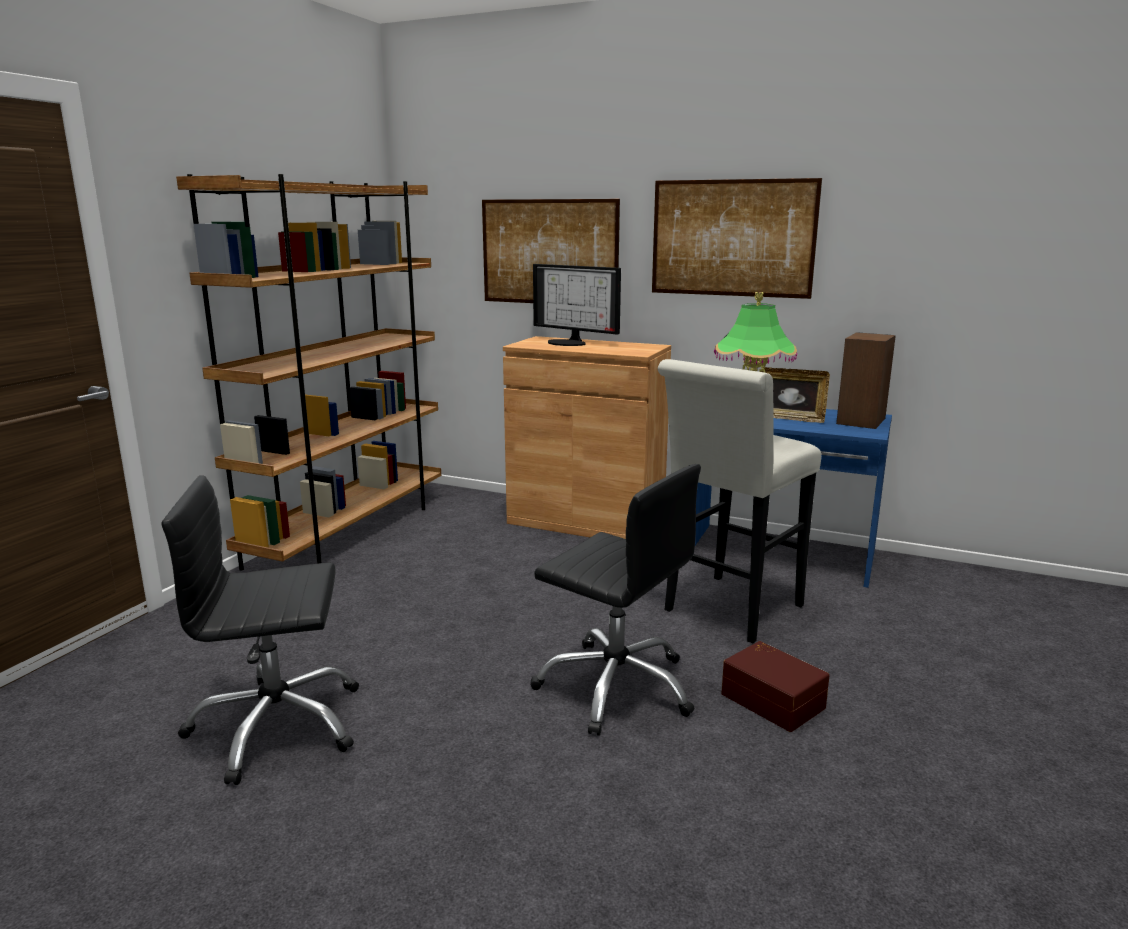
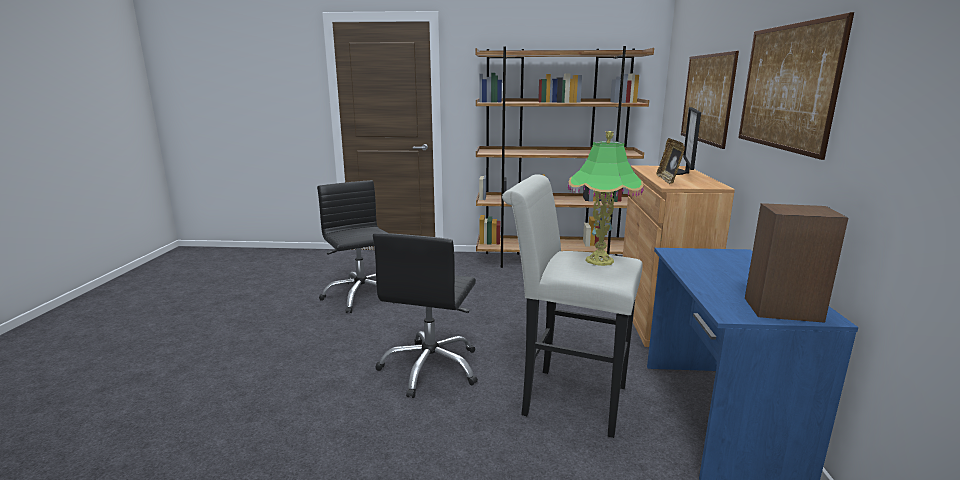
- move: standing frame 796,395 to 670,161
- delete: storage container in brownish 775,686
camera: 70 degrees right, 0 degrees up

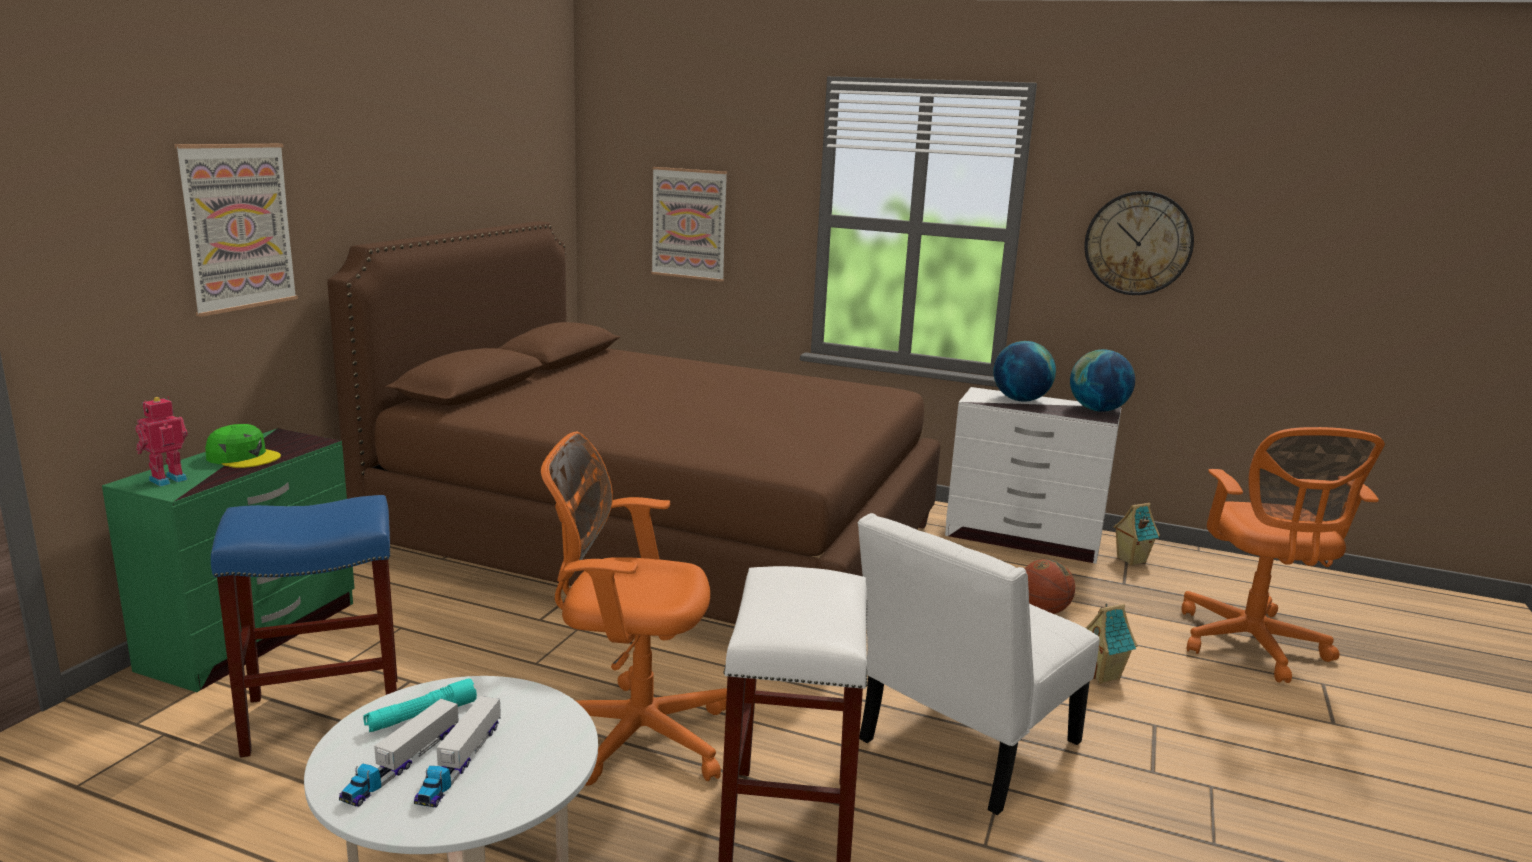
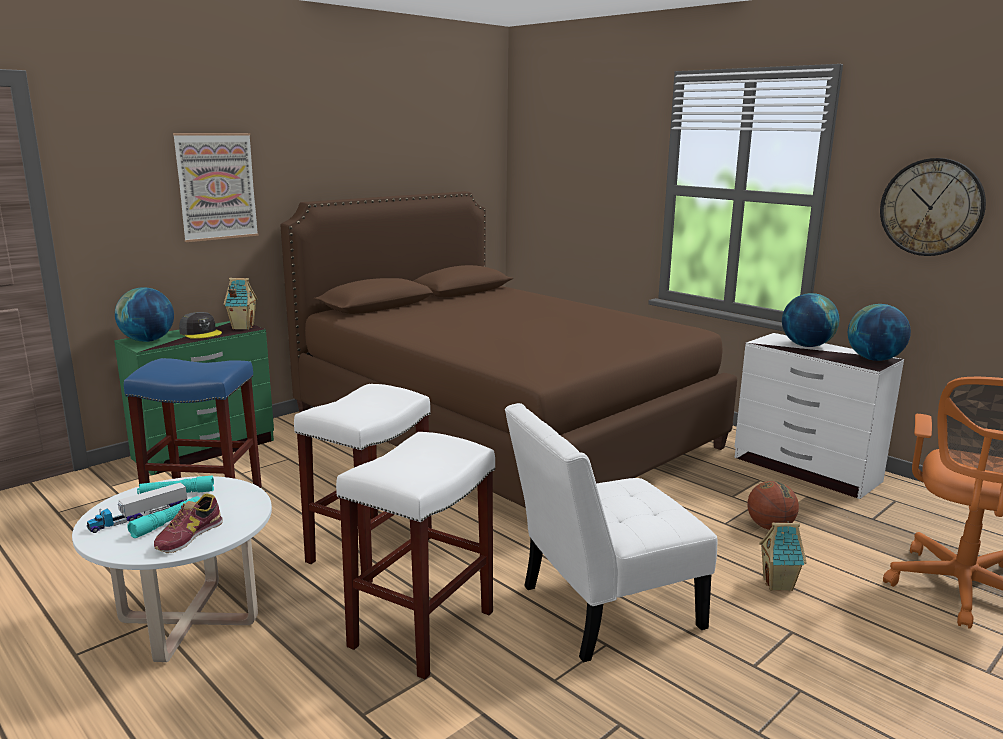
- delete: picture 689,224
- replace: model robot 161,441 to world globe 144,314
- recolor: peaked cap in greenish 243,446 to peaked cap in greyish 200,325
- replace: desk chair in orangey 634,609 to sitting stool in white 363,483
- move: model house 1136,534 to 240,304
- replace: toy truck 457,751 to torch in turquoise-coloured 163,517
- insert: shoe 188,523
camera: 25 degrees right, 0 degrees up

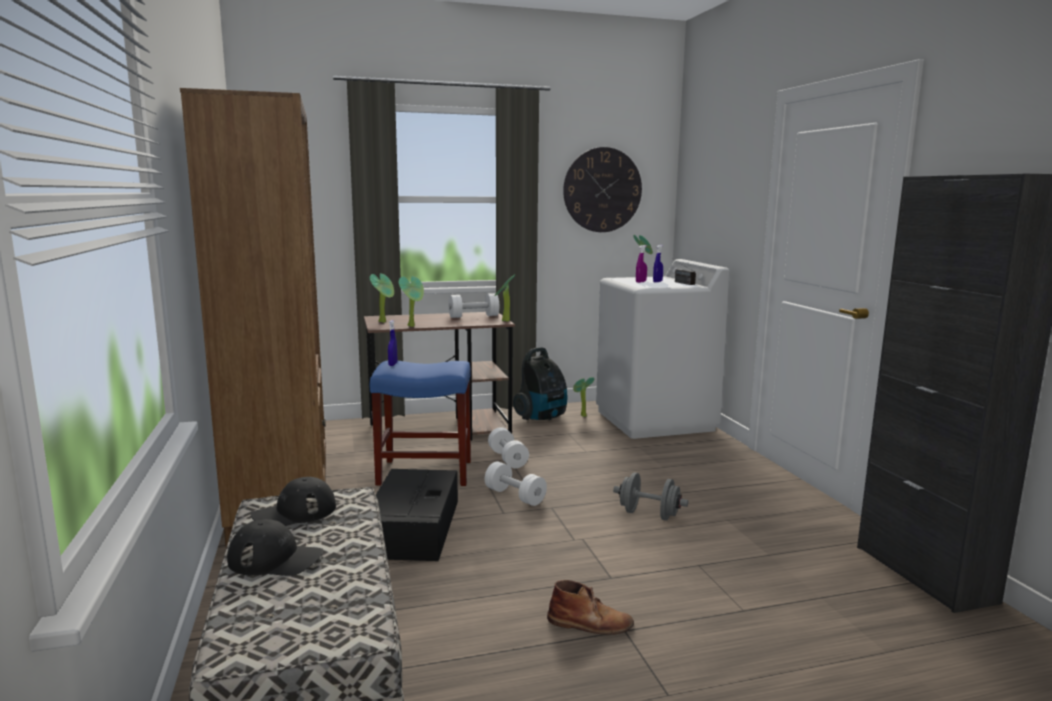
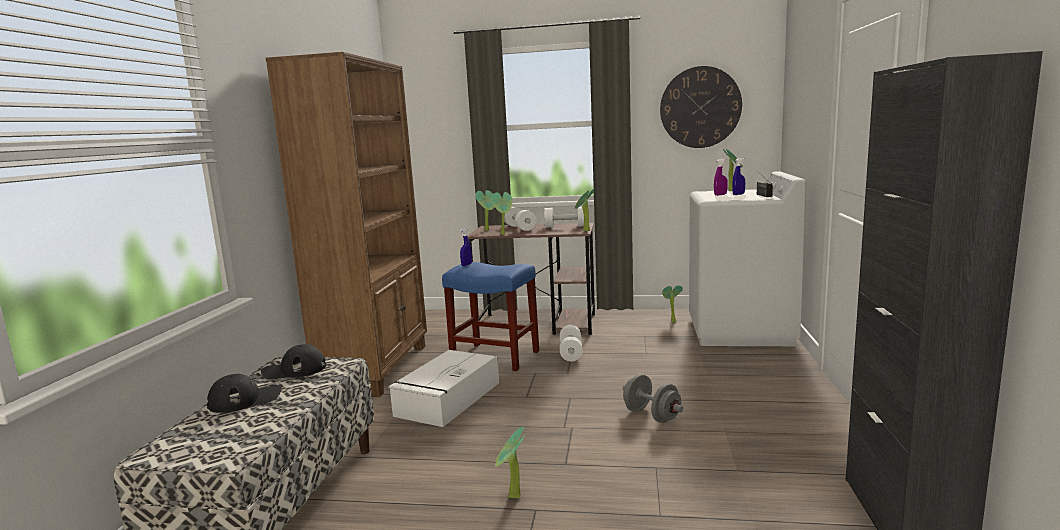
- delete: hoover 540,383
- move: dumbbell in white 516,483 to 520,219
- recolor: storage container in black 417,515 to storage container in white 443,388
- rotate: peaked cap in black 275,547 = 244,393 60 degrees counterclockwise
- replace: boot in brownish 590,607 to potted plant 509,463
camera: 25 degrees right, 0 degrees up

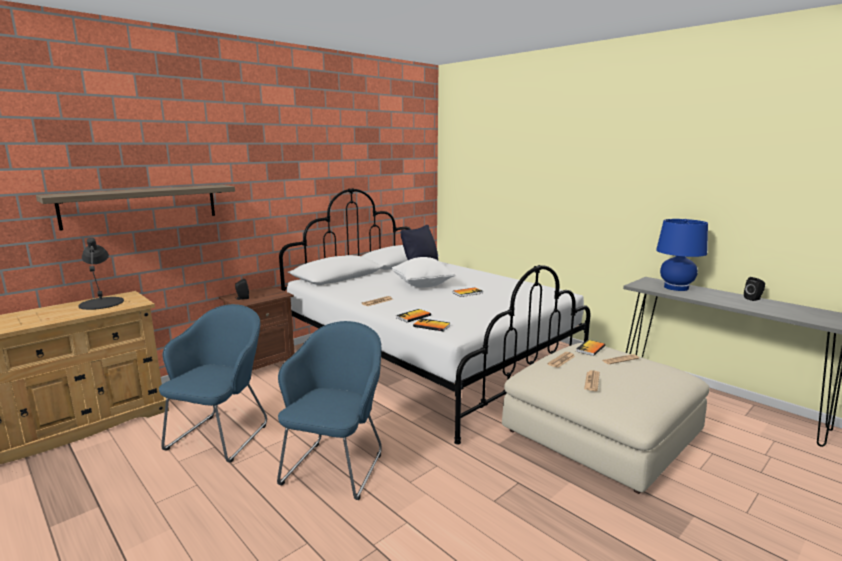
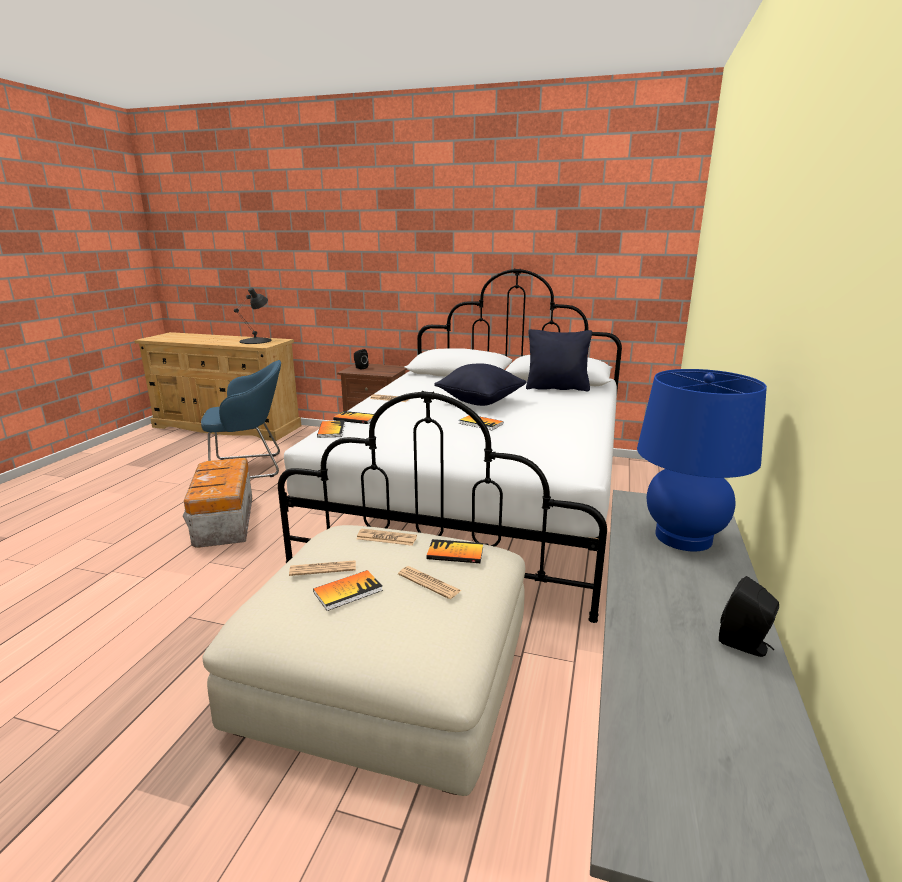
- delete: bracket shelf 135,208
- recolor: cushion in white 423,272 to cushion in black 480,385
- replace: easy chair in blue 329,410 to storage container 217,503
- insert: bound book 348,590
camera: 60 degrees right, 5 degrees up

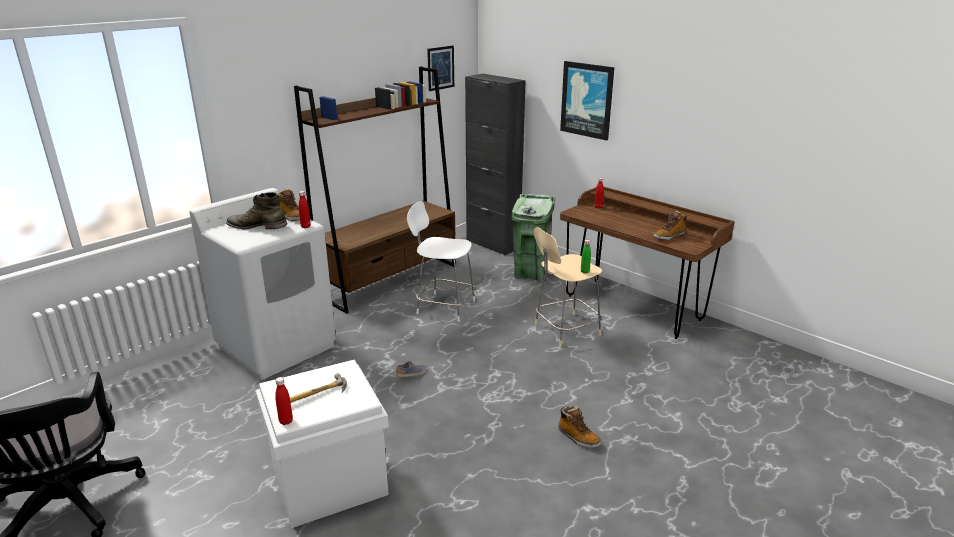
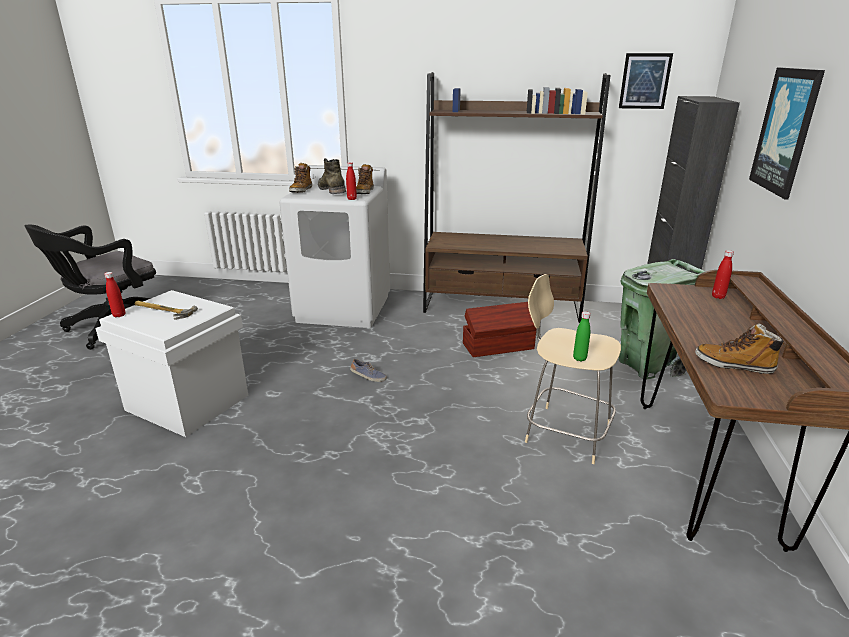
- replace: sitting stool in white 441,261 to storage container in brownish 499,329
- move: boot 579,427 to 300,178
camera: 55 degrees right, 0 degrees up

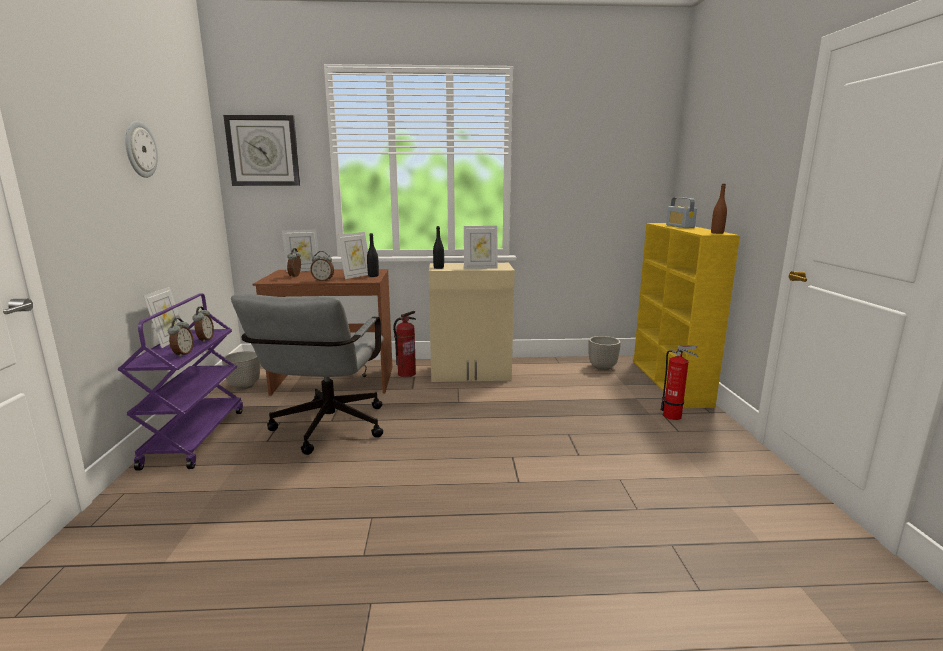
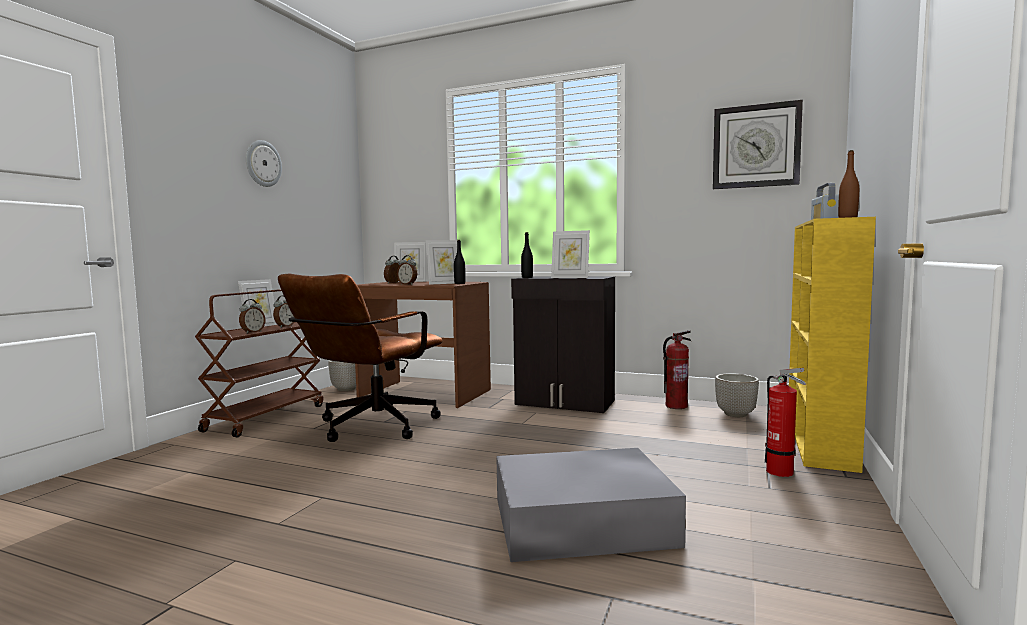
- move: clock on the wall 261,150 to 758,144
- recolor: cupboard in sand-coloured 472,322 to cupboard in black 563,344
- recolor: cart in purple 180,382 to cart in brownish 259,363
- recolor: desk chair in greyish 307,374 to desk chair in brownish 360,358
- move: fire extinguisher 404,344 to 677,369
- insert: storage container in greyish 591,505
camera: 25 degrees right, 10 degrees down

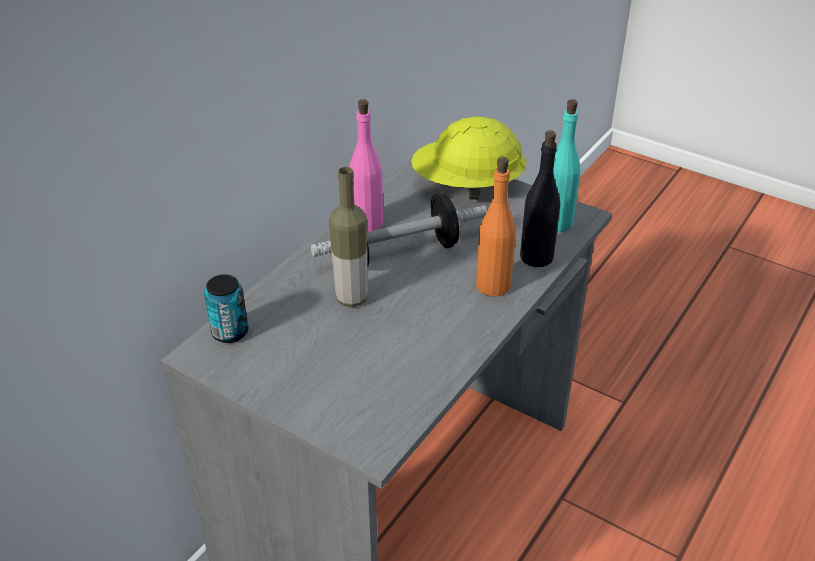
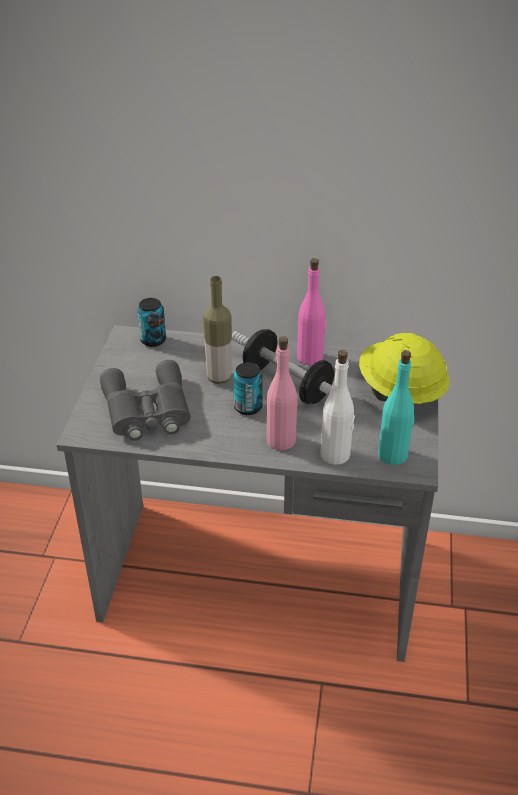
- recolor: beverage bottle in black 540,199 to beverage bottle in white 337,407
- recolor: beverage bottle in orangey 496,227 to beverage bottle in pink-coloured 282,393
- insert: field glasses in greyish 145,400
- insert: sealed can 248,388
camera: 65 degrees right, 0 degrees up

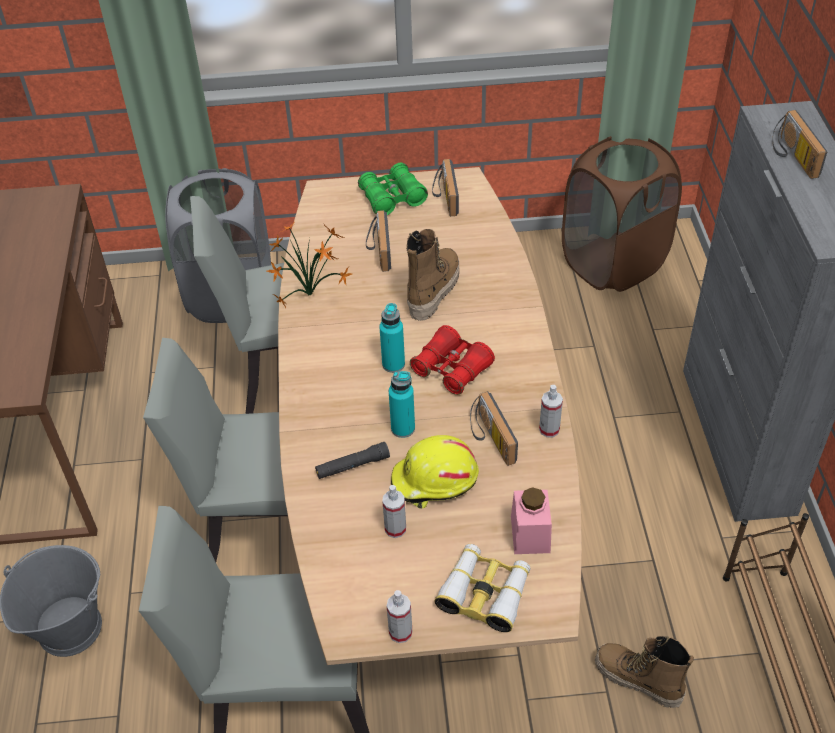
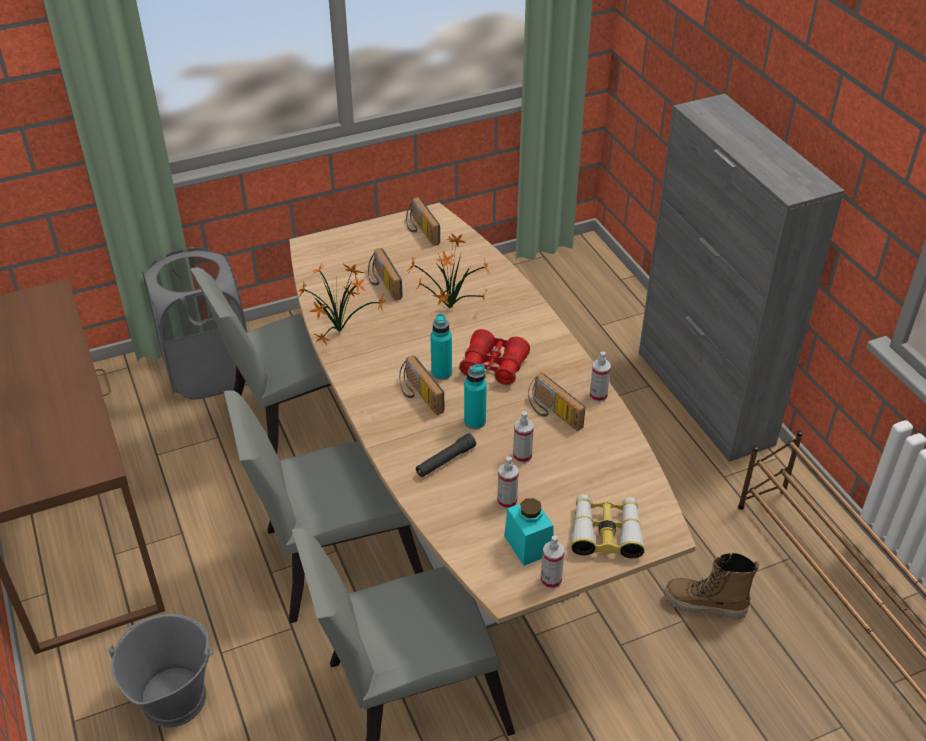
- move: radio receiver 800,144 to 422,385
- delete: washing basket in brownish 622,214
- delete: field glasses in greenish 393,189
- replace: boot 432,275 to potted plant 448,271
- replace: safety helmet in yellowish 435,472 to spray bottle 523,437
- delete: preserve jar in pink-coloured 531,520
- insert: preserve jar in turquoise-coloured 529,532
camera: 20 degrees left, 5 degrees down

